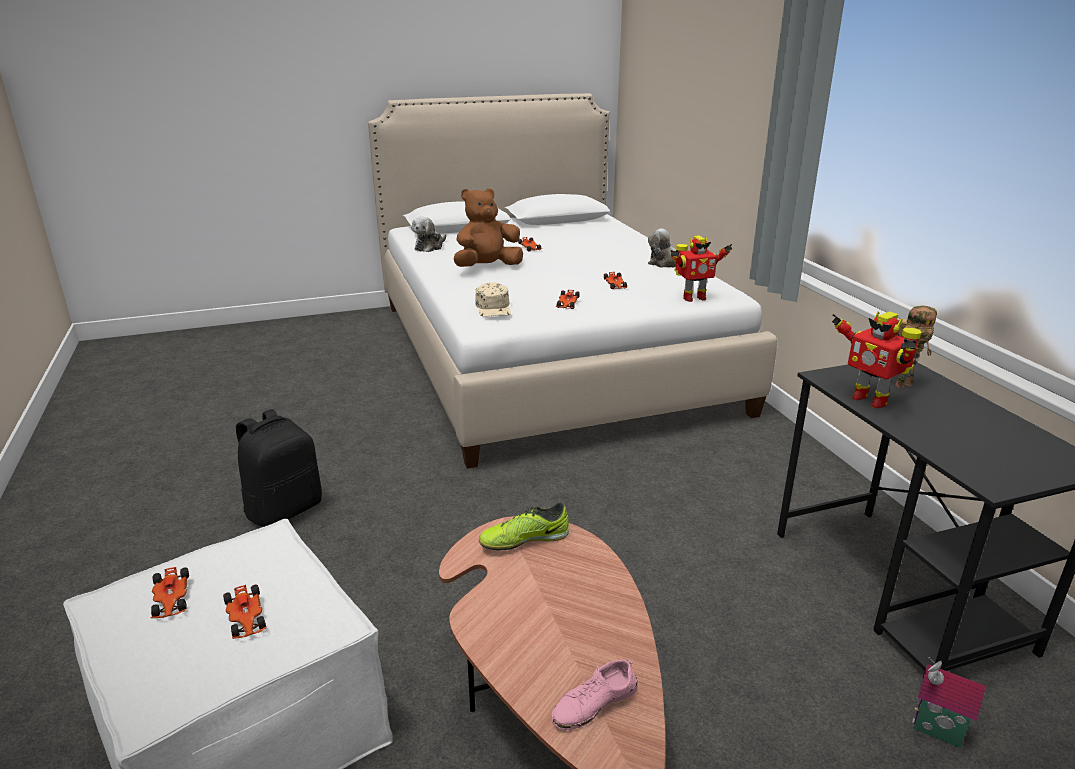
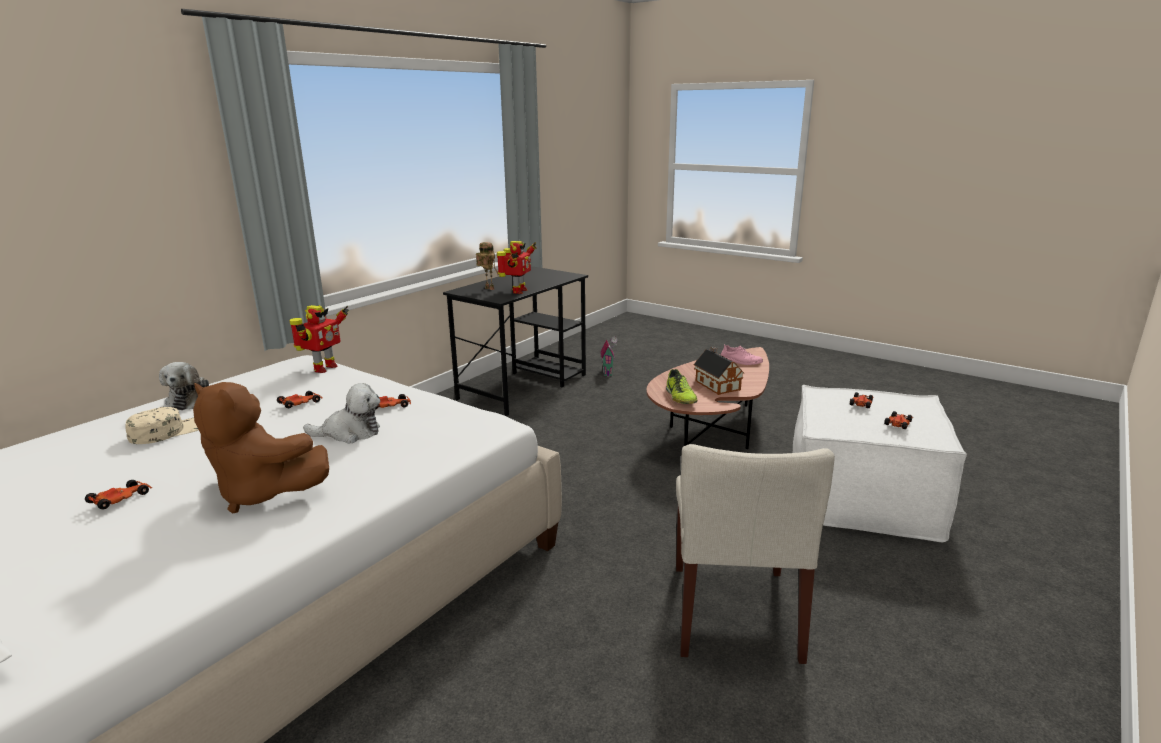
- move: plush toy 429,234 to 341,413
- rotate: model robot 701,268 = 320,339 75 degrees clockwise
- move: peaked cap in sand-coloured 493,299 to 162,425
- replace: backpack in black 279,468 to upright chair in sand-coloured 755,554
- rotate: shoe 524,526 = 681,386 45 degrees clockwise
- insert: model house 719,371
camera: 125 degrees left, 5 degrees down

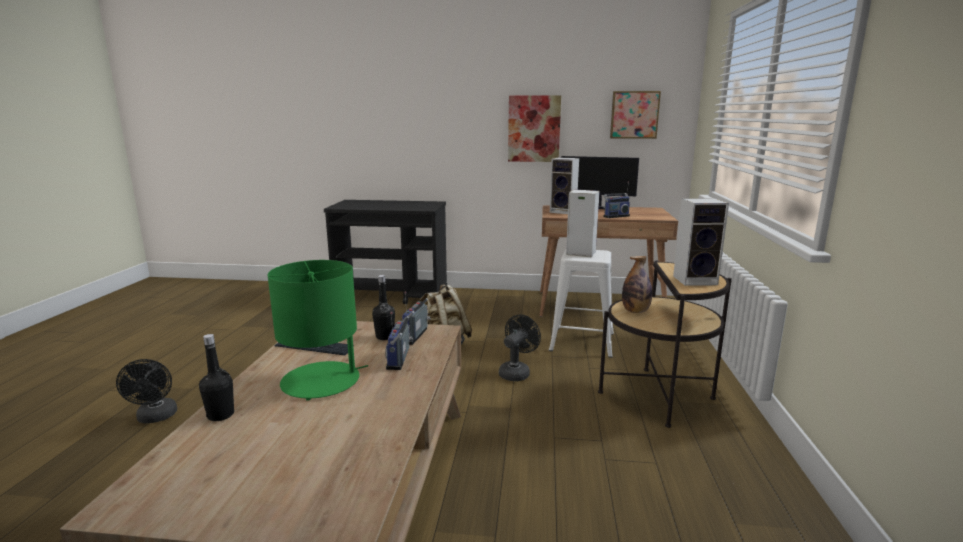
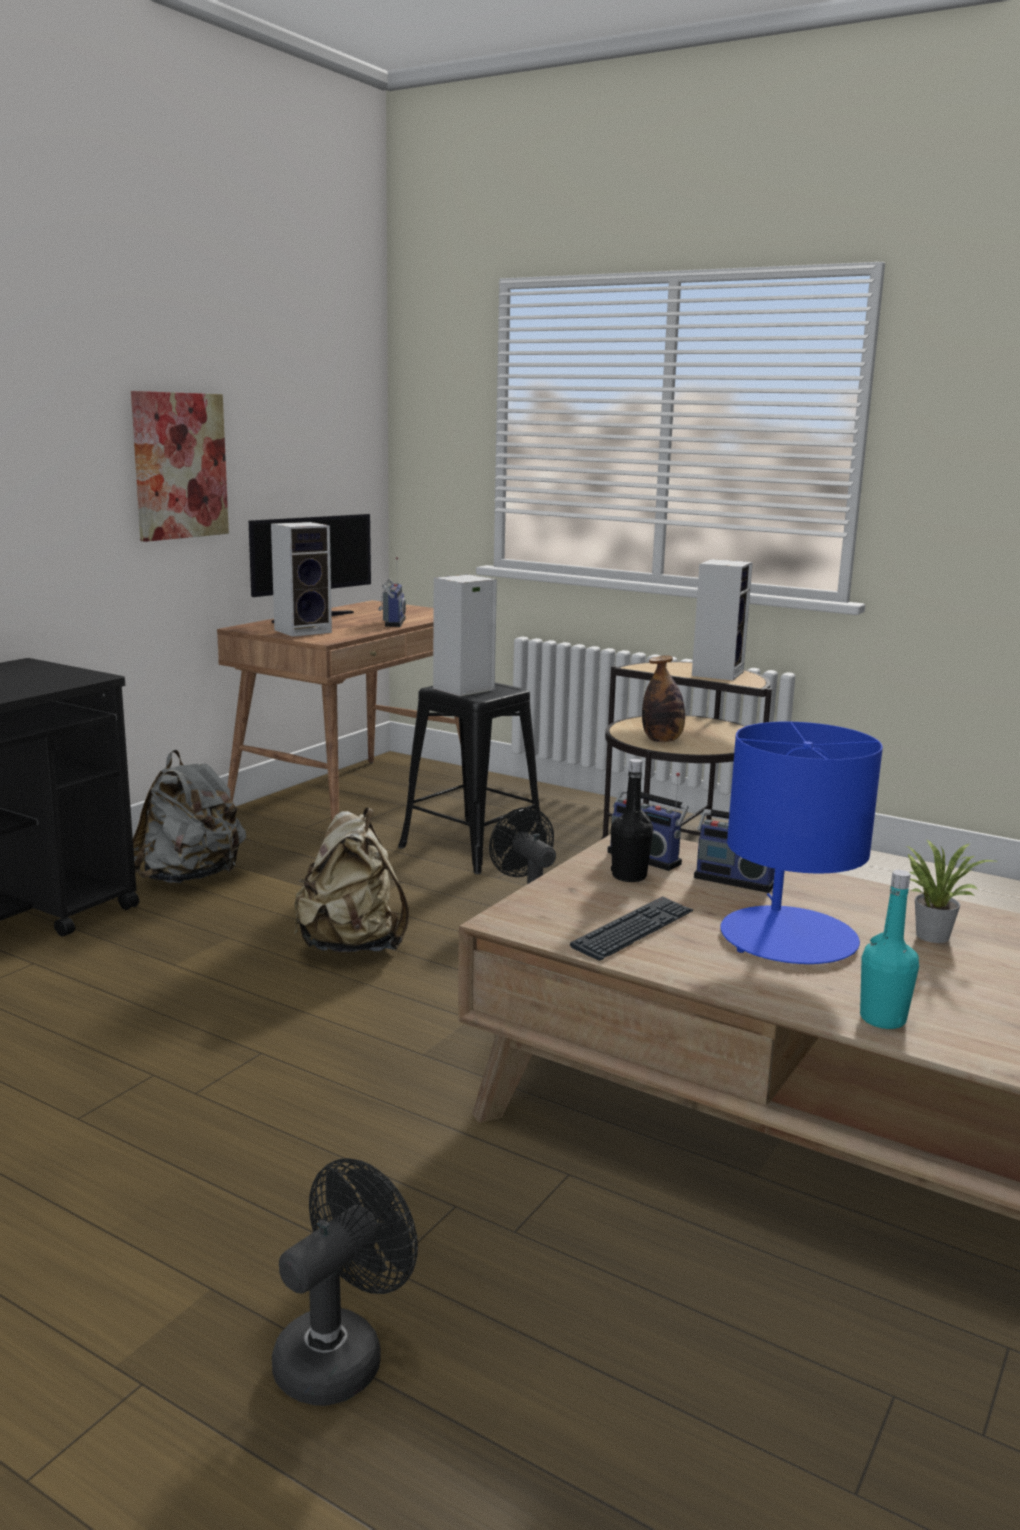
- delete: picture 635,115
- recolor: sitting stool in white 581,303 to sitting stool in black 470,778
- recolor: lamp for a table in greenish 318,330 to lamp for a table in blue 801,843
- recolor: beverage bottle in black 216,377 to beverage bottle in turquoise-coloured 889,949
- rotate: electric fan in black 146,391 = 345,1282 60 degrees counterclockwise
- insert: backpack in greyish 189,816
- insert: potted plant 951,891
camera: 65 degrees left, 0 degrees up

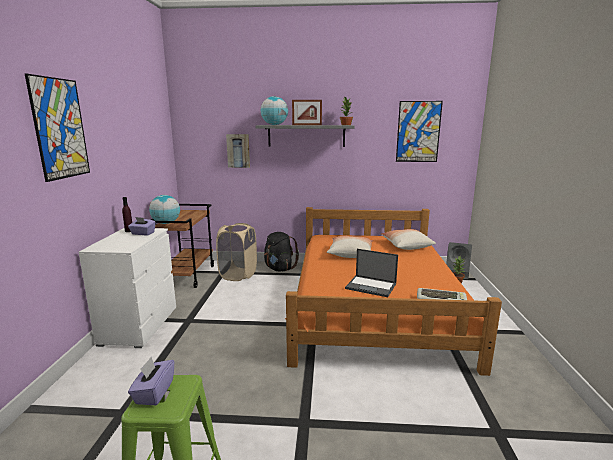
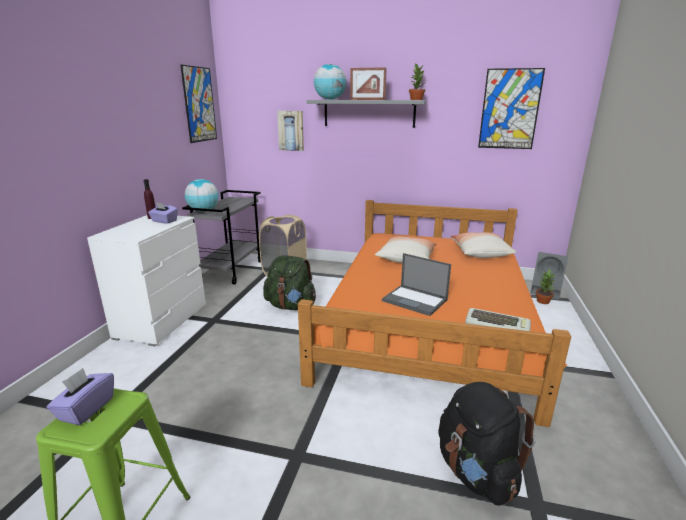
- move: picture 57,128 to 198,104
- recolor: cart in brownish 182,246 to cart in greyish 221,237
- move: backpack in black 281,252 to 487,444
- insert: backpack in greenish 289,282
camera: 10 degrees right, 5 degrees up

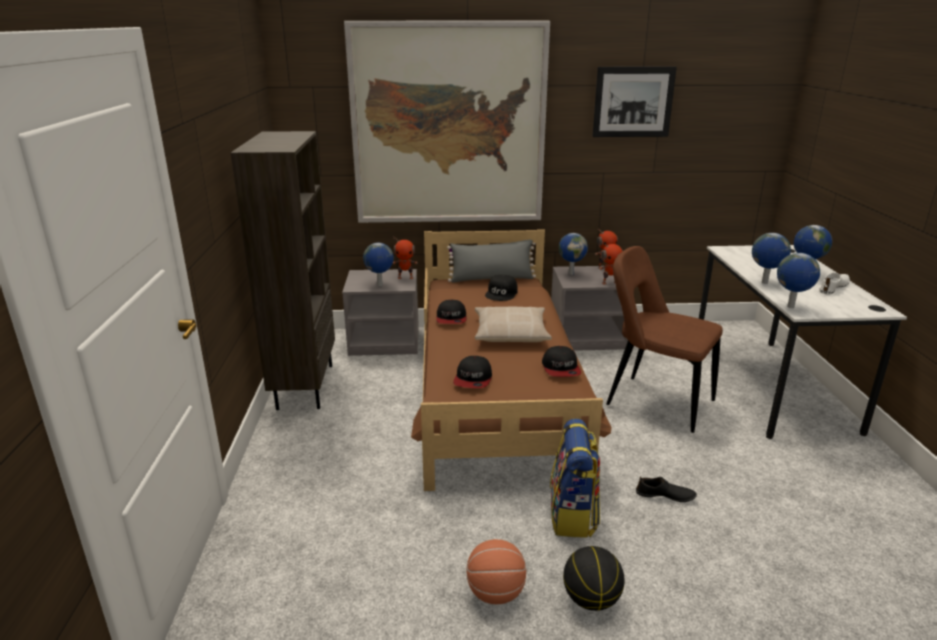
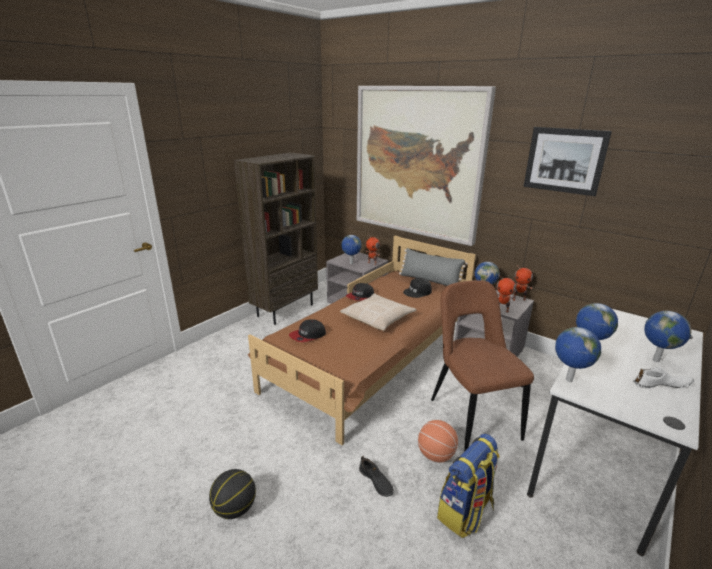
- delete: peaked cap 561,361
- move: backpack 575,478 to 468,486
- move: basketball 496,571 to 438,441
camera: 40 degrees right, 0 degrees up

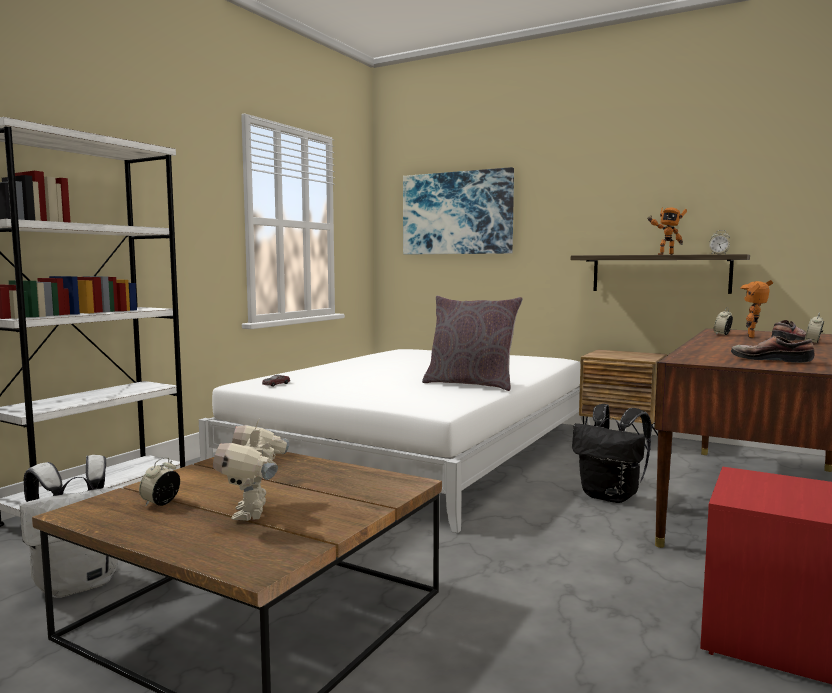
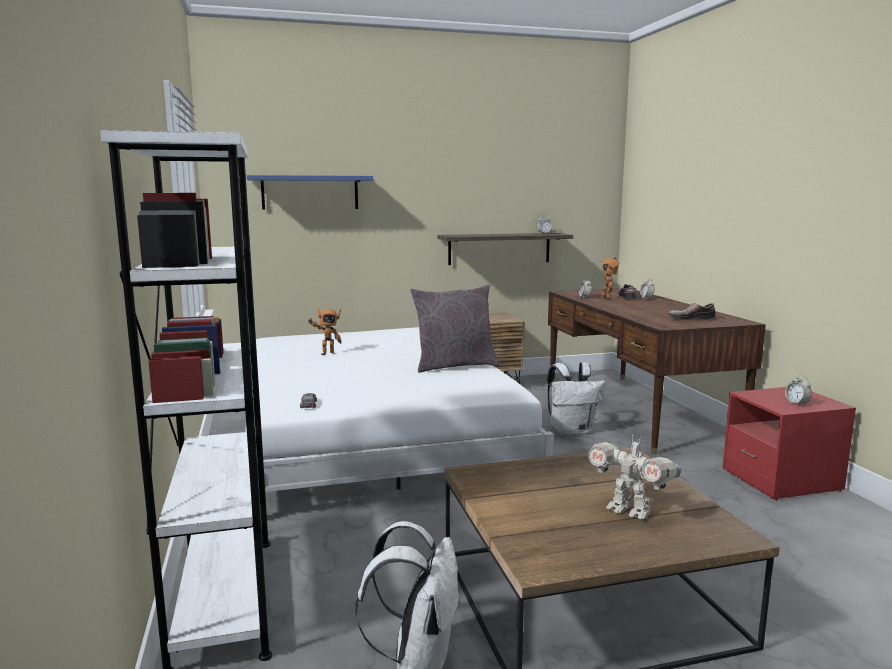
- replace: picture 458,210 to bracket shelf in blue 310,192
- move: model robot 667,231 to 324,331
- recolor: backpack in black 611,453 to backpack in white 576,398
- move: table clock 159,481 to 798,390
camera: 45 degrees left, 5 degrees up

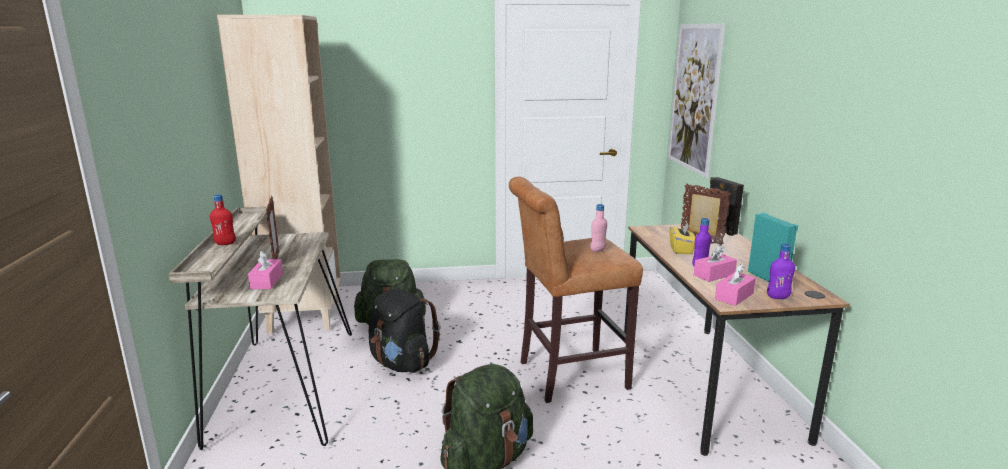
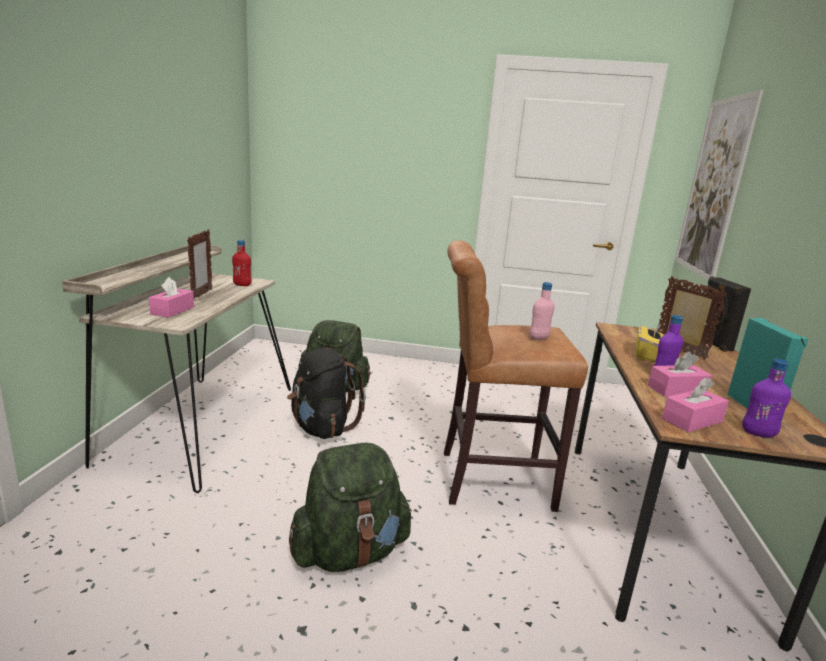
- delete: bookshelf in sand-coloured 279,174
- move: beverage bottle in red 223,219 to 242,263
camera: 15 degrees right, 0 degrees up

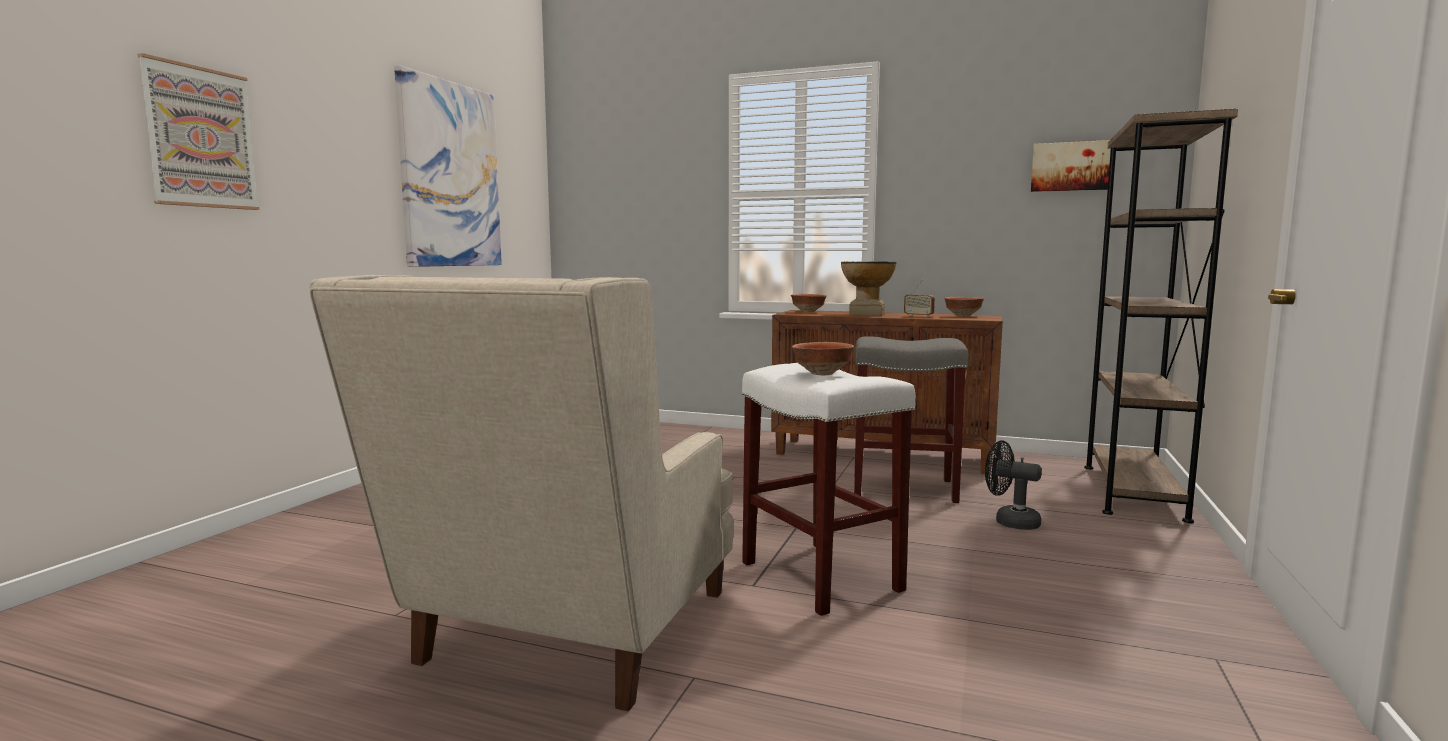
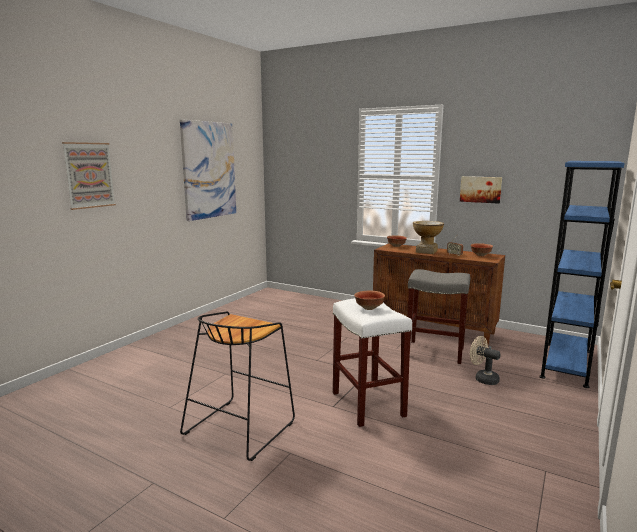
- recolor: bookshelf in brownish 1161,316 to bookshelf in blue 582,274
- move: picture 1071,166 to 481,190
- replace: easy chair in sand-coloured 521,493 to sitting stool in black 237,386
- recolor: electric fan in black 1013,485 to electric fan in sand-coloured 485,360
camera: 10 degrees right, 5 degrees up

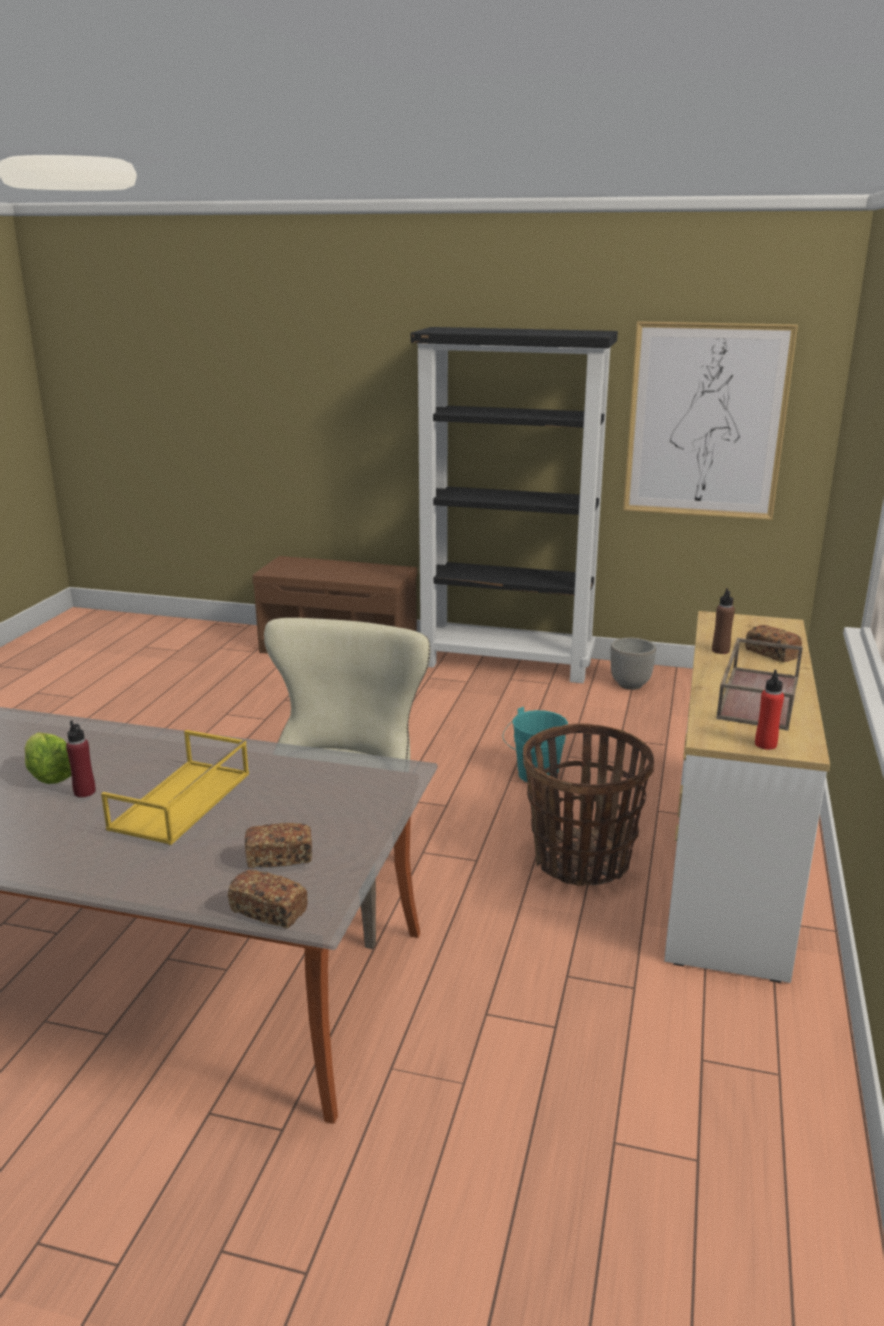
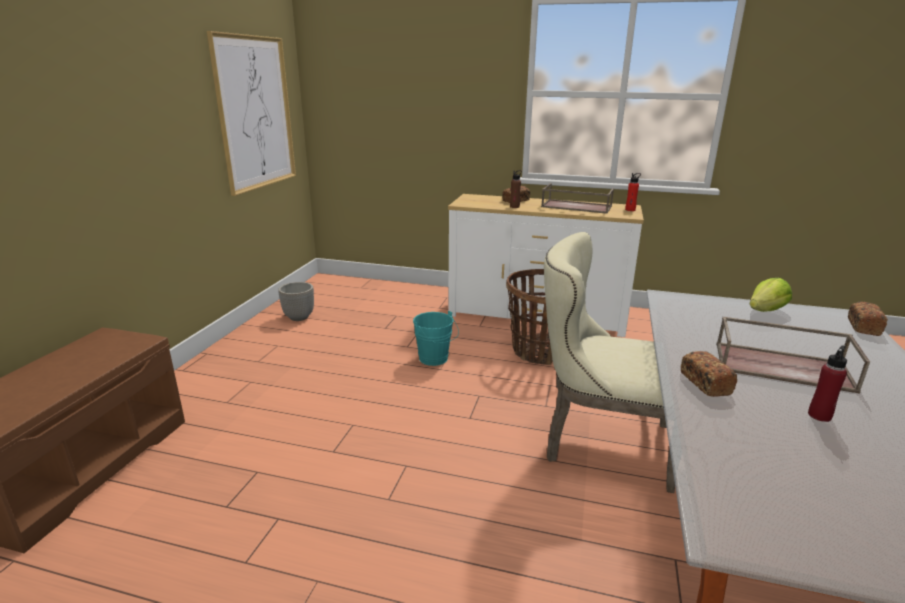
- delete: bookshelf in black 514,505
- recolor: serving tray in yellowish 175,787 to serving tray in brownish 793,355
- move: head of lettuce 47,758 to 770,295
- move: baked bread 278,845 to 709,374
camera: 90 degrees left, 0 degrees up

